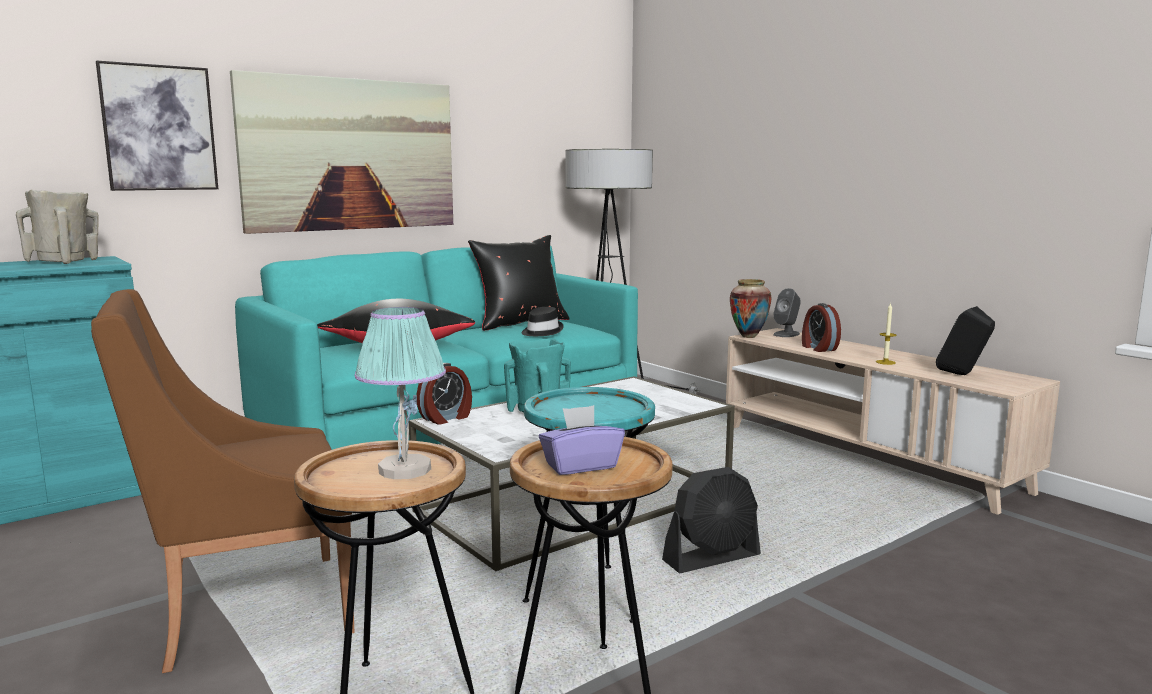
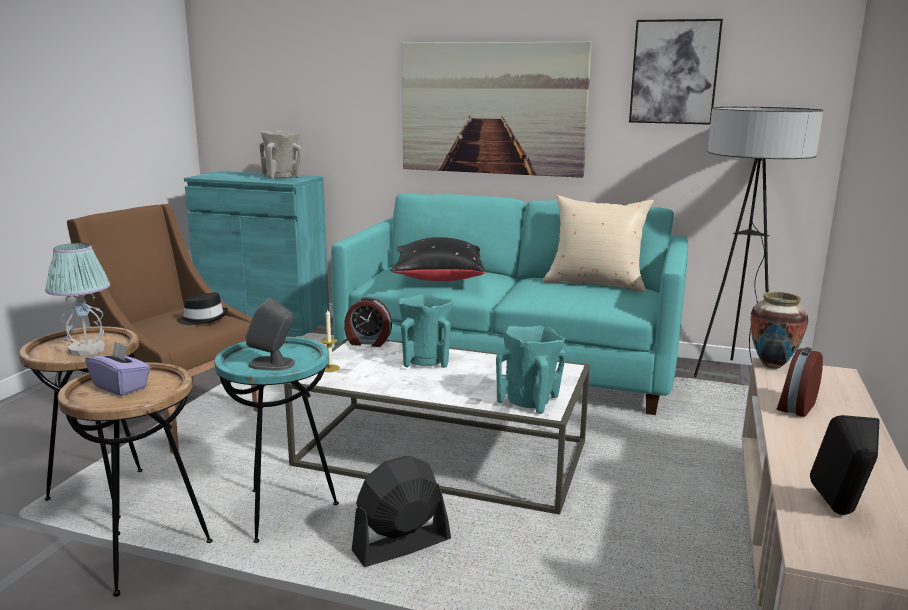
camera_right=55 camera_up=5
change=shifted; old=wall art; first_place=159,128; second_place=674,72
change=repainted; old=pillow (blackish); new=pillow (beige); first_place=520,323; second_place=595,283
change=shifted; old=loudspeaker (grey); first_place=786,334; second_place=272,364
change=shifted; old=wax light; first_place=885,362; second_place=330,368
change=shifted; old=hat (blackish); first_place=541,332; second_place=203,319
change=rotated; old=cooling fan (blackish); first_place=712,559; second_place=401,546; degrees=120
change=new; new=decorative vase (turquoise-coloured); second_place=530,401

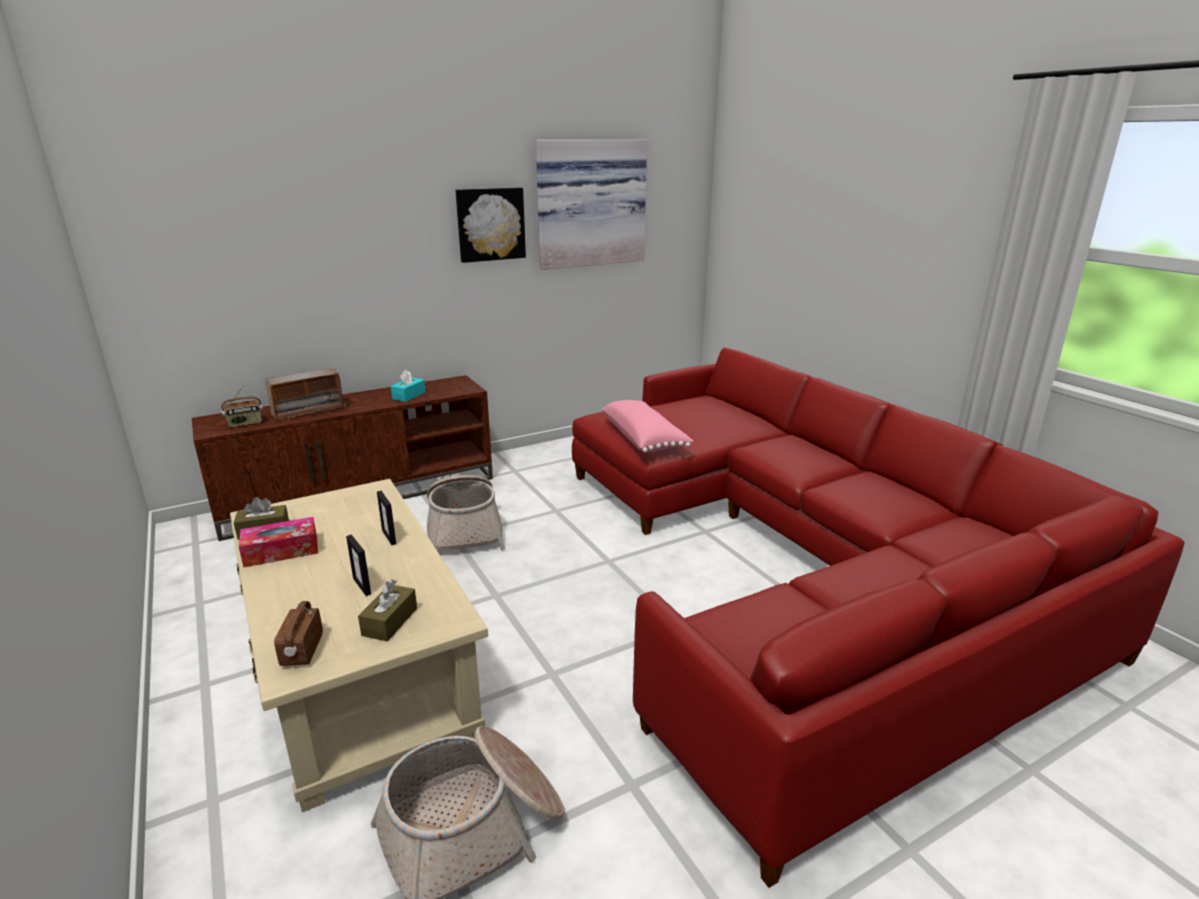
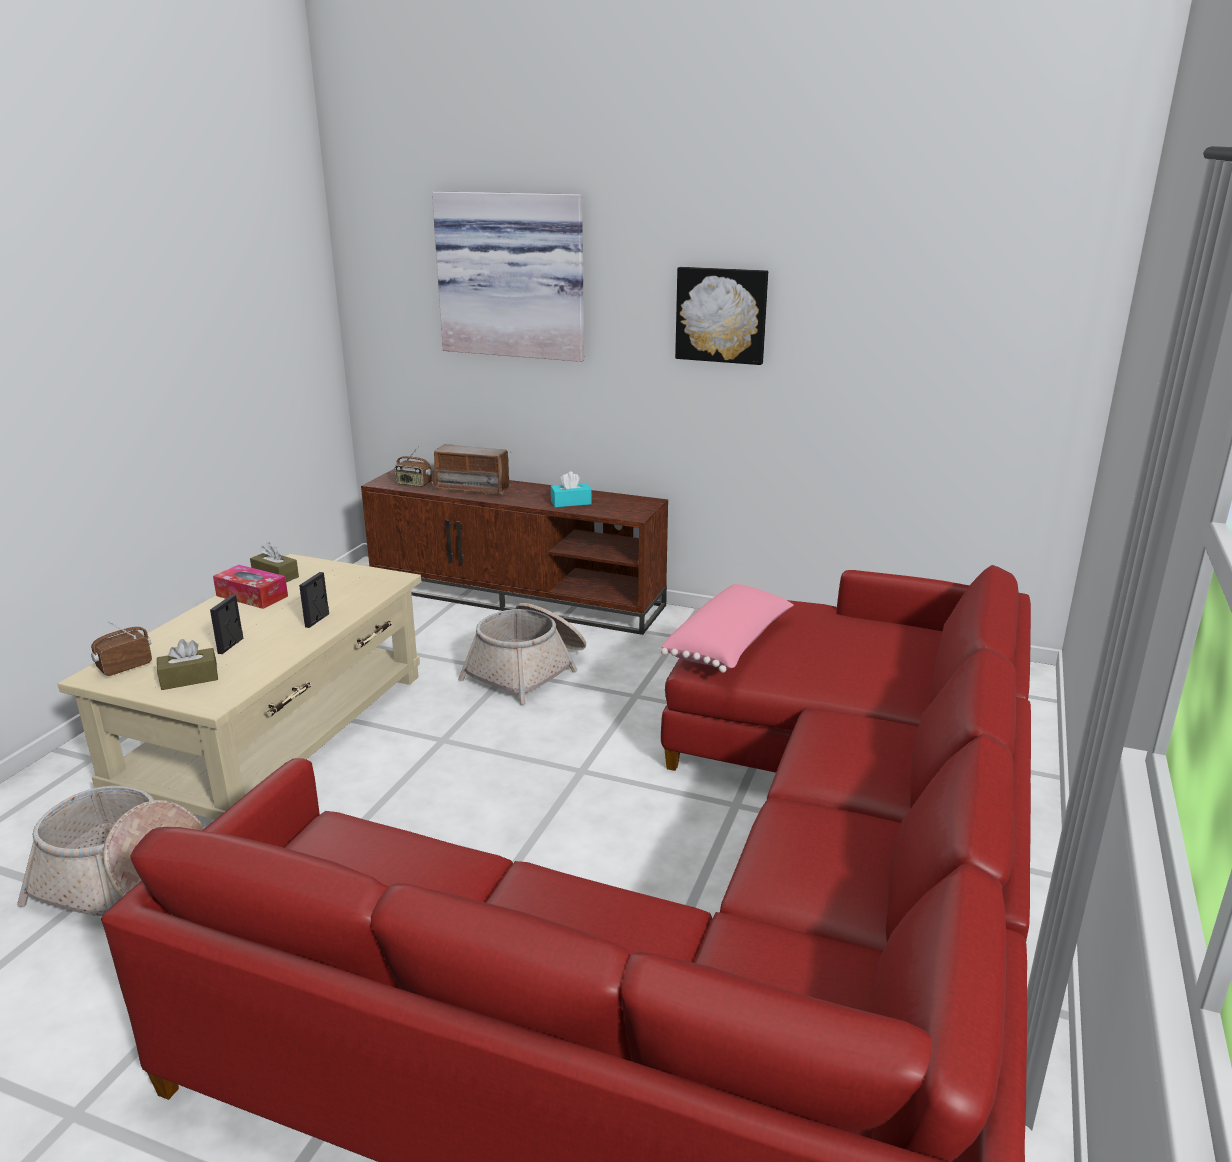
camera_right=50 camera_up=0
change=shifted; old=wall art; first_place=590,203; second_place=513,275

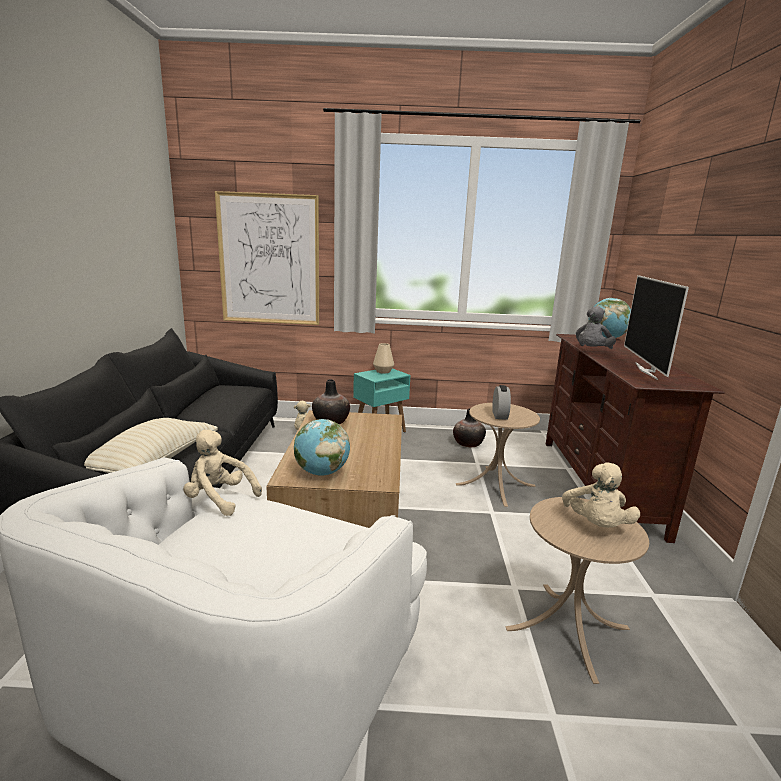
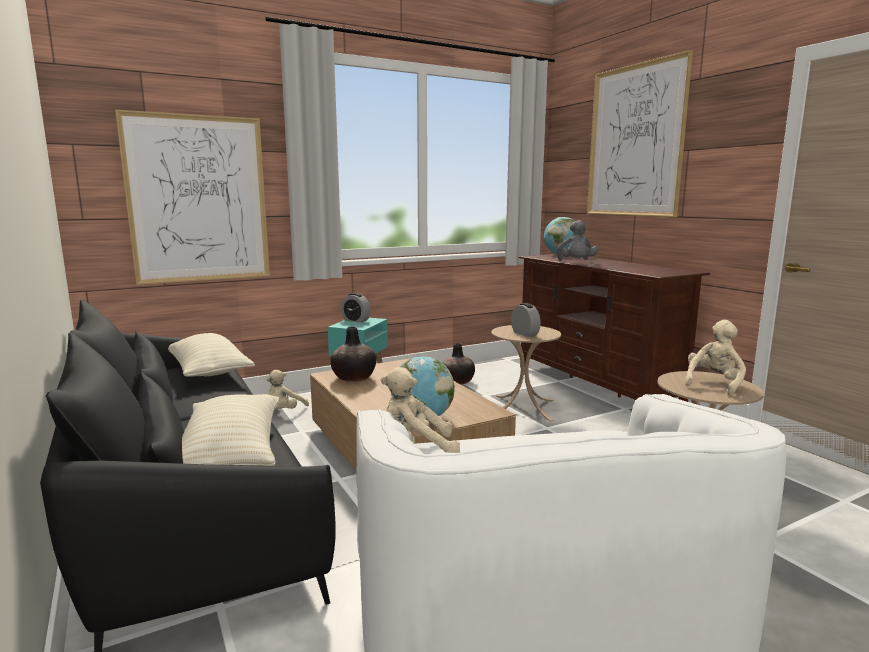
camera_right=-30 camera_up=-5
change=gone; old=TV set; first_place=647,371
change=swapped; old=decorative vase (beige); new=bedside clock; first_place=383,371; second_place=355,320
change=rotated; old=plush toy (beige); first_place=596,525; second_place=713,384; degrees=-120
change=new; new=wall art; second_place=635,141
change=new; new=pillow (beige); second_place=209,371

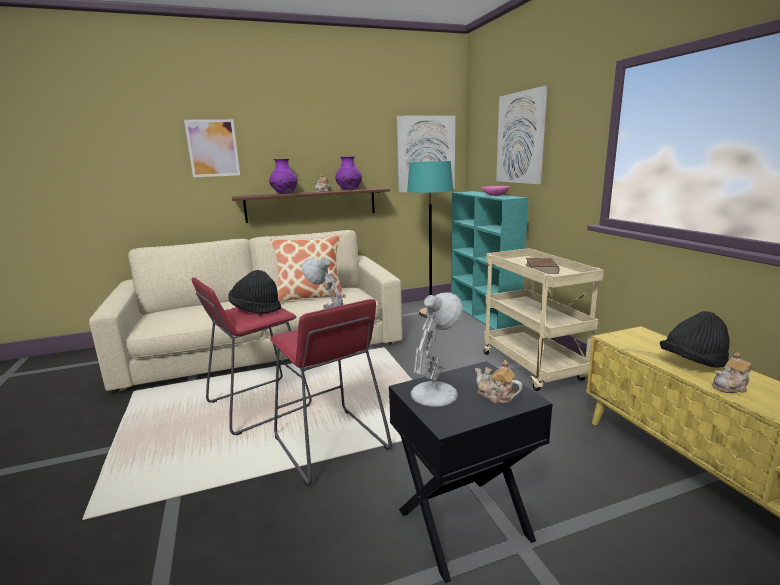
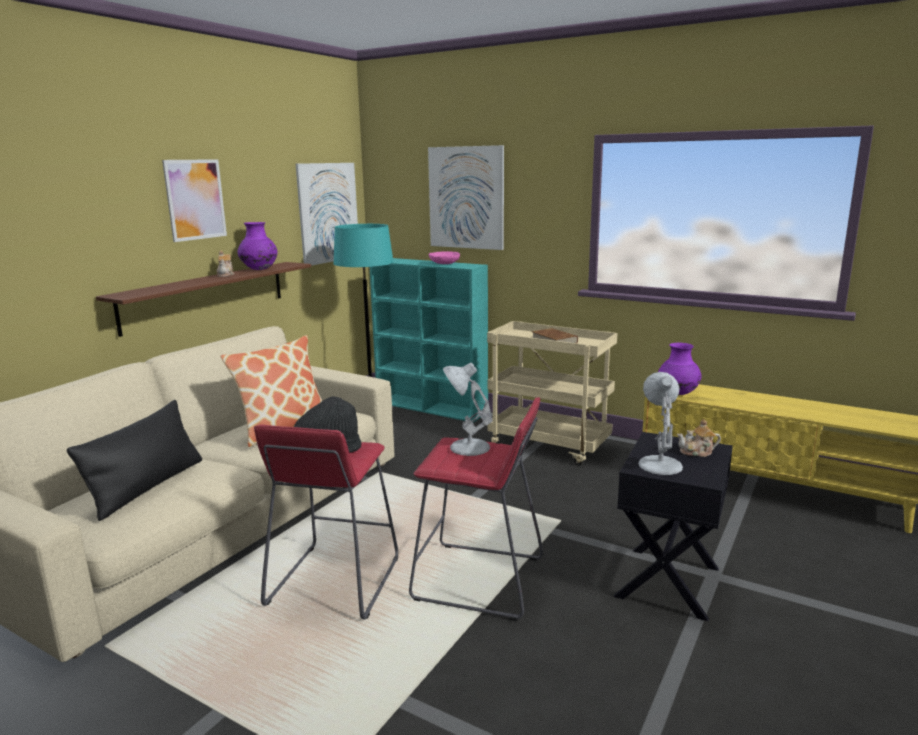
camera_right=-40 camera_up=0
change=shifted; old=wall art; first_place=213,148; second_place=195,199
change=shifted; old=decorative vase (purple); first_place=285,193; second_place=677,394
change=gone; old=hat (blackish); first_place=692,363
change=gone; old=tea pot; first_place=731,387
change=new; new=pillow (blackish); second_place=147,487

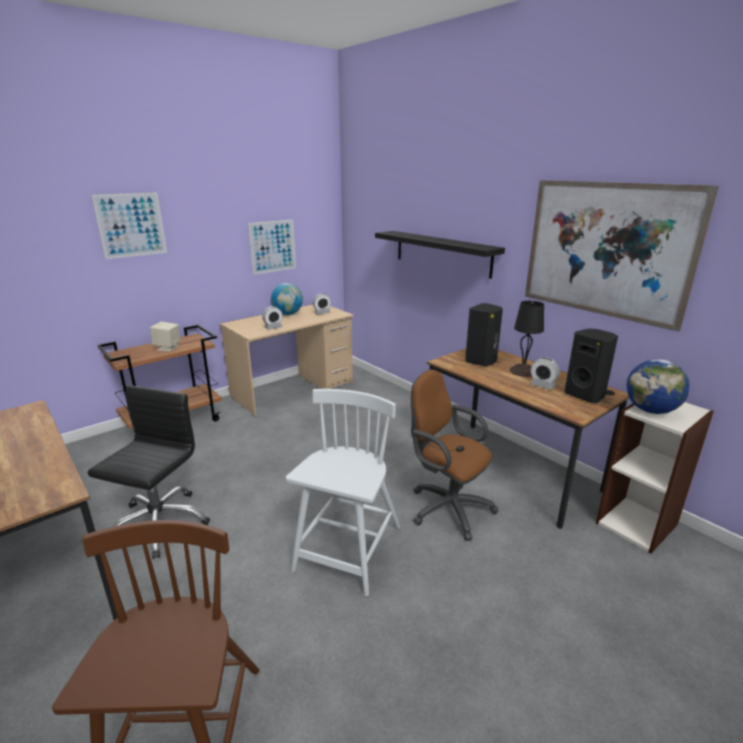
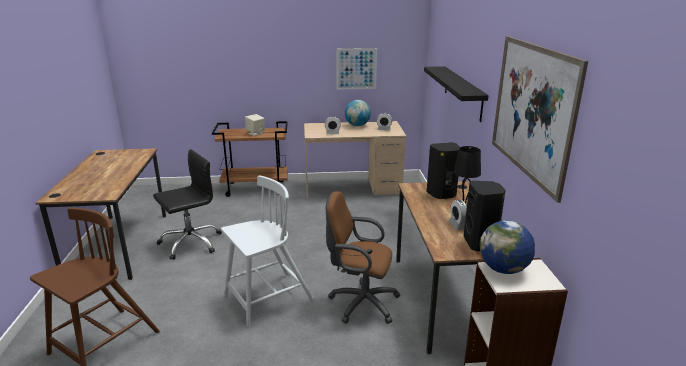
camera_right=35 camera_up=0
change=gone; old=wall art; first_place=131,225
change=rotated; old=desk chair (brownish); first_place=446,507; second_place=360,303; degrees=-60

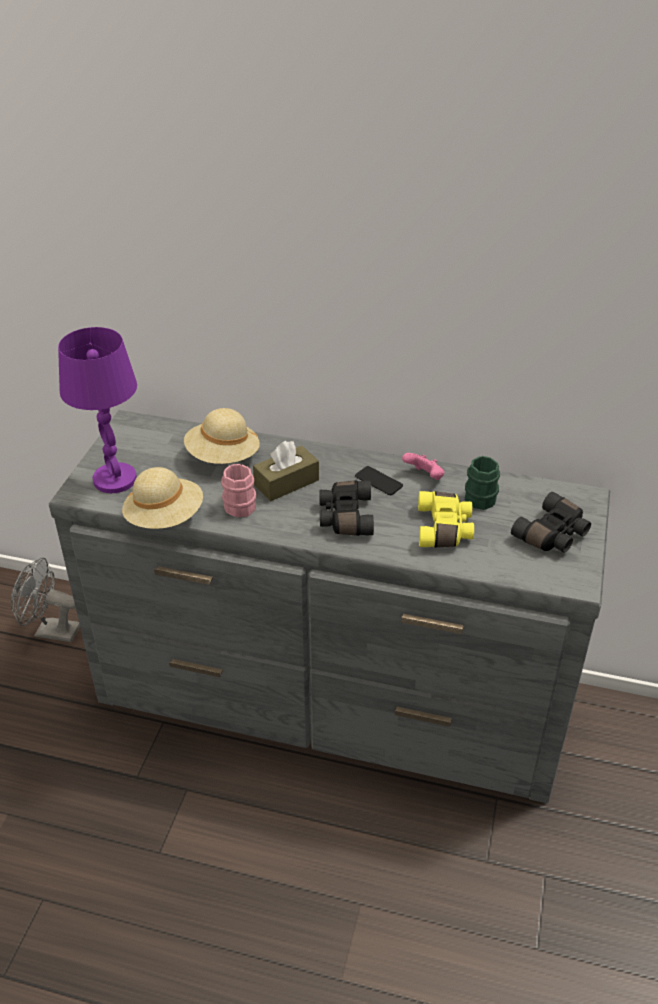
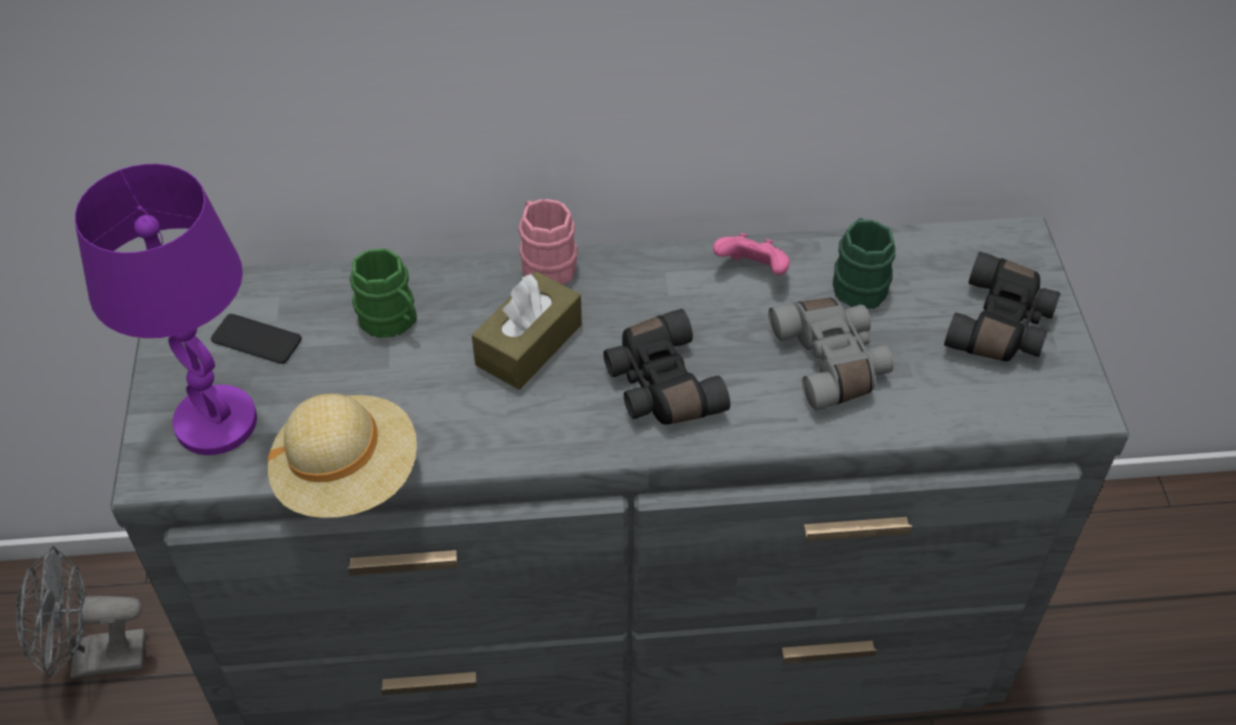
camera_right=-20 camera_up=10
change=swapped; old=hat (beige); new=tea mug (green-coloured); first_place=223,457; second_place=392,322
change=shifted; old=tea mug (pink); first_place=239,503; second_place=545,262
change=shifted; old=telephone; first_place=378,481; second_place=256,340
change=repainted; old=pair of binoculars (yellow-coloured); new=pair of binoculars (grey); first_place=445,529; second_place=832,362

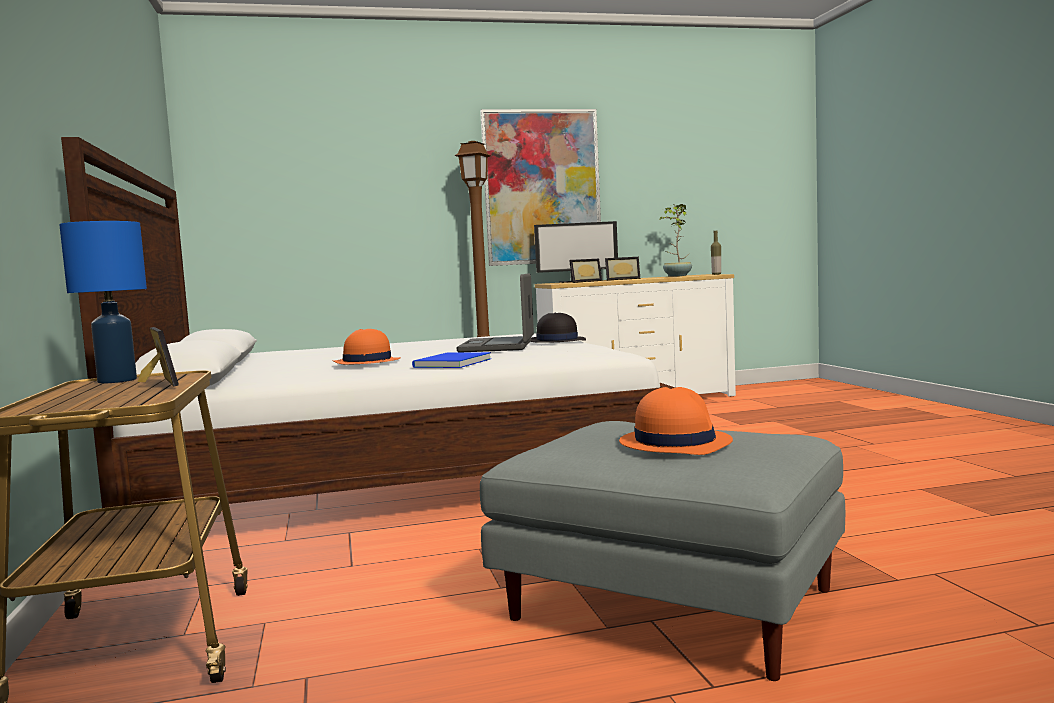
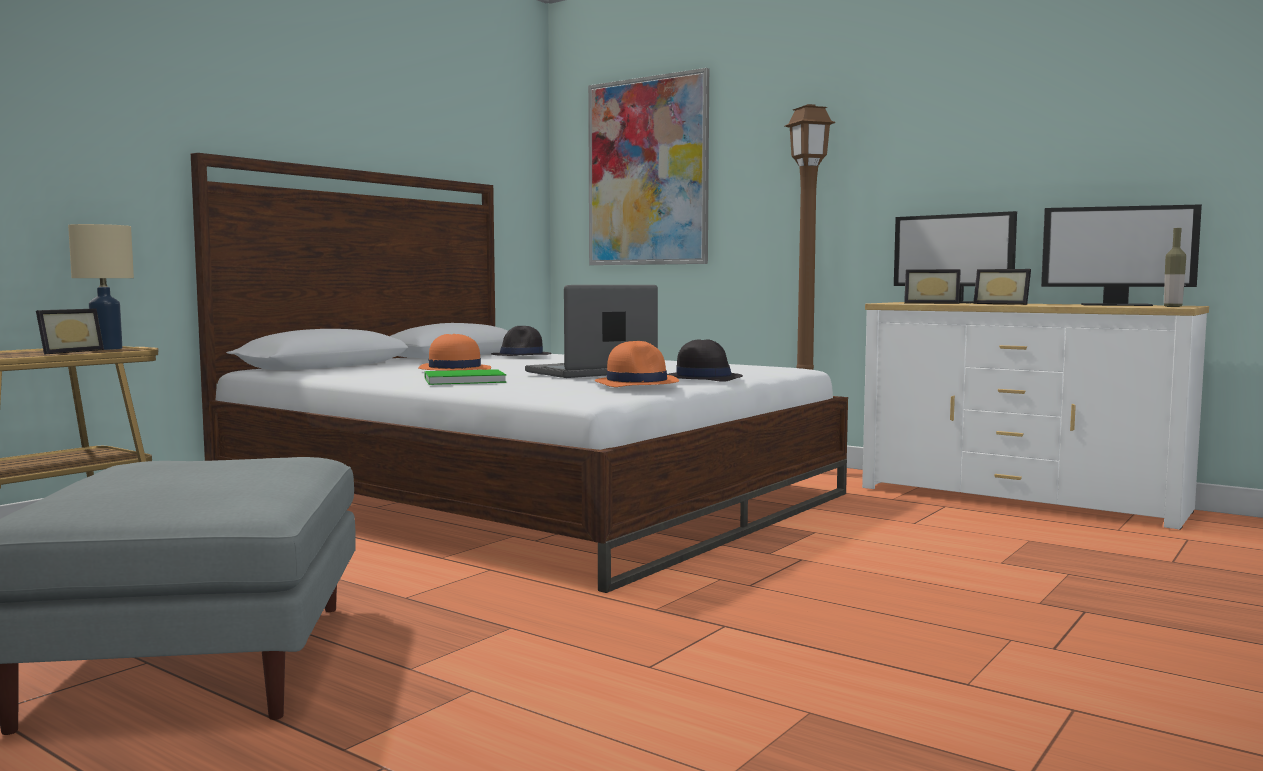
camera_right=50 camera_up=0
change=shifted; old=wall art; first_place=542,187; second_place=647,172
change=swapped; old=houseplant; new=computer screen; first_place=677,276; second_place=1116,305
change=repainted; old=lamp for a table (blue-coloured); new=lamp for a table (beige); first_place=116,381; second_place=107,348
change=repainted; old=book (blue-coloured); new=book (green-coloured); first_place=450,363; second_place=462,380
change=shifted; old=hat (orange); first_place=674,442; second_place=637,383
change=new; new=hat (blackish); second_place=521,355

